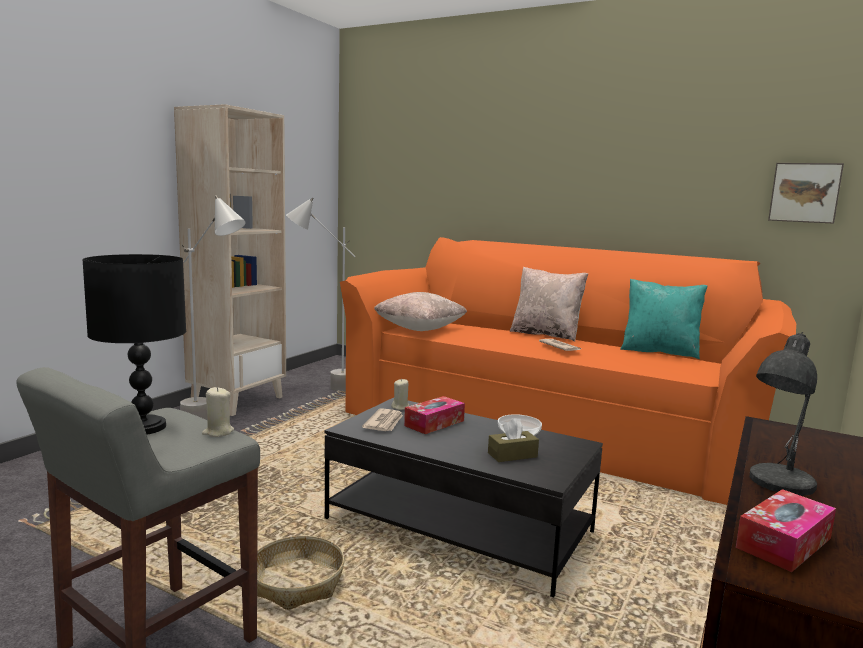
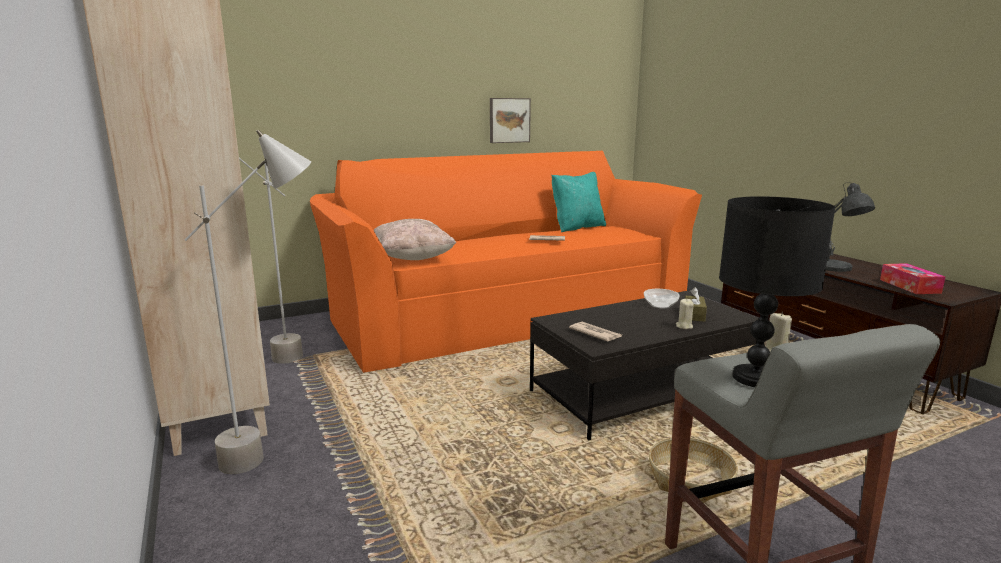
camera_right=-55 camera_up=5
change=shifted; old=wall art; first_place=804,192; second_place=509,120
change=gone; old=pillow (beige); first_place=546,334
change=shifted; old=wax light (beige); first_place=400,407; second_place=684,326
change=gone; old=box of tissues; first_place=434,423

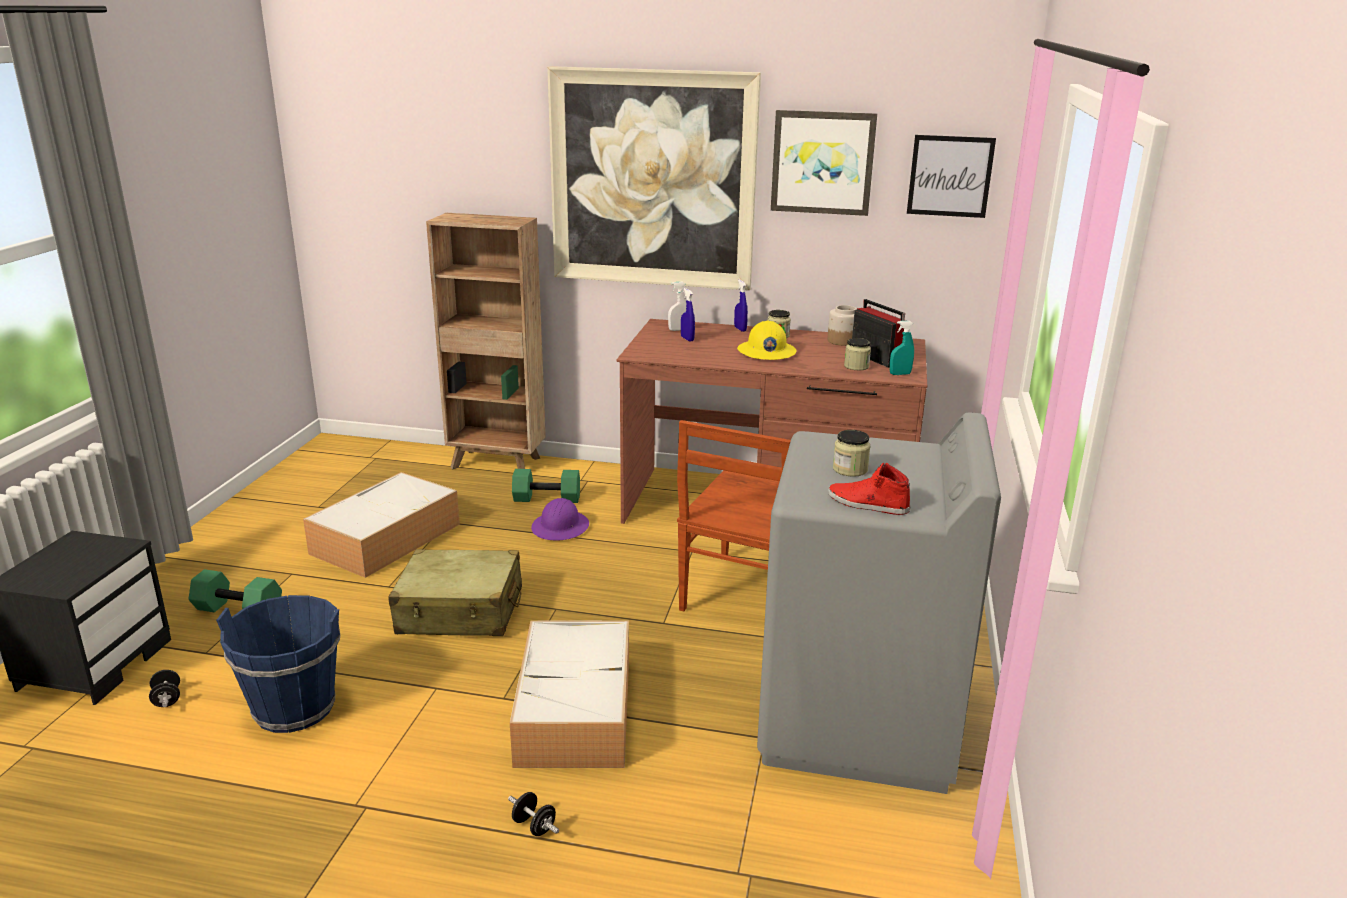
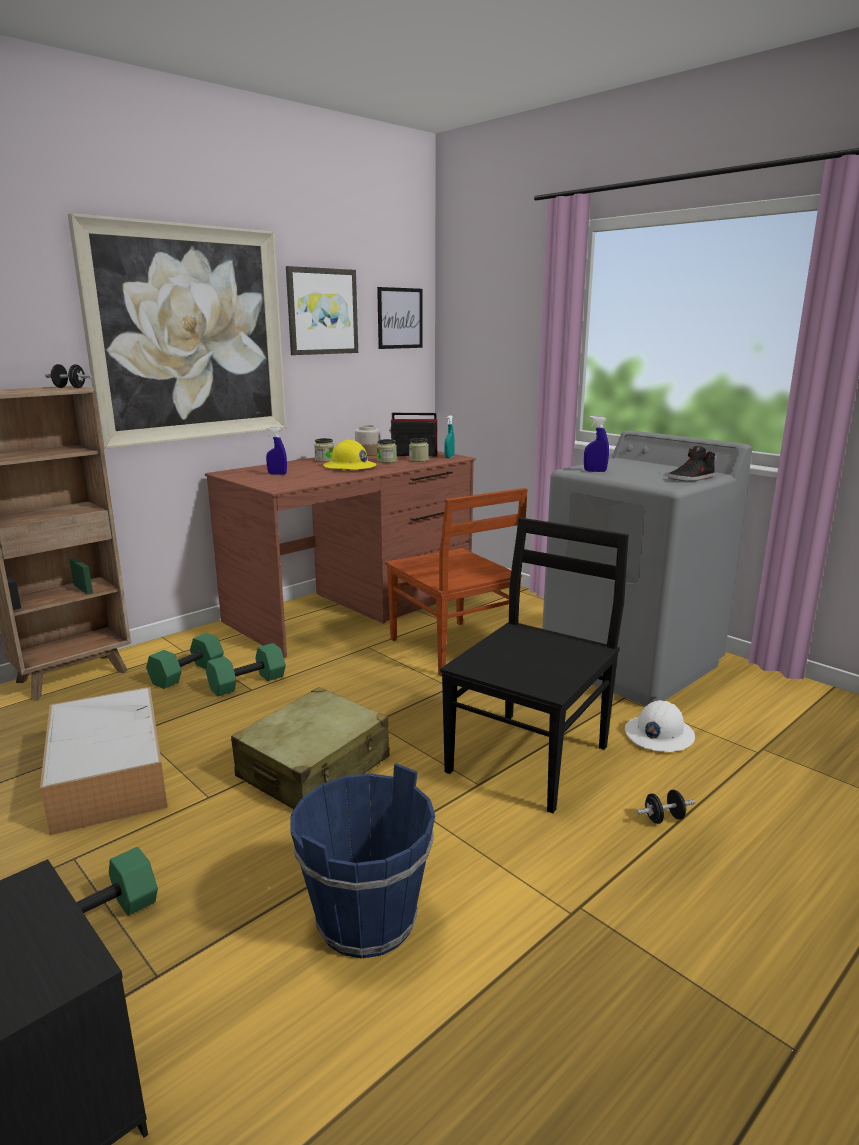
camera_right=-55 camera_up=-5
change=shifted; old=spray bottle (blue-coloured); first_place=740,329; second_place=595,471
change=gone; old=spray bottle (whitish); first_place=678,330
change=shifted; old=storage jar; first_place=850,469; second_place=387,461
change=repainted; old=shoe (red); new=shoe (blackish); first_place=867,504; second_place=691,478
change=swapped; old=work helmet (purple); new=hand weight (green-coloured); first_place=560,527; second_place=247,682
change=swapped; old=storage bin; new=chair (blackish); first_place=575,712; second_place=530,757
change=shifted; old=hand weight (blackish); first_place=167,699; second_place=69,388
change=new; new=work helmet (whitish); second_place=658,735

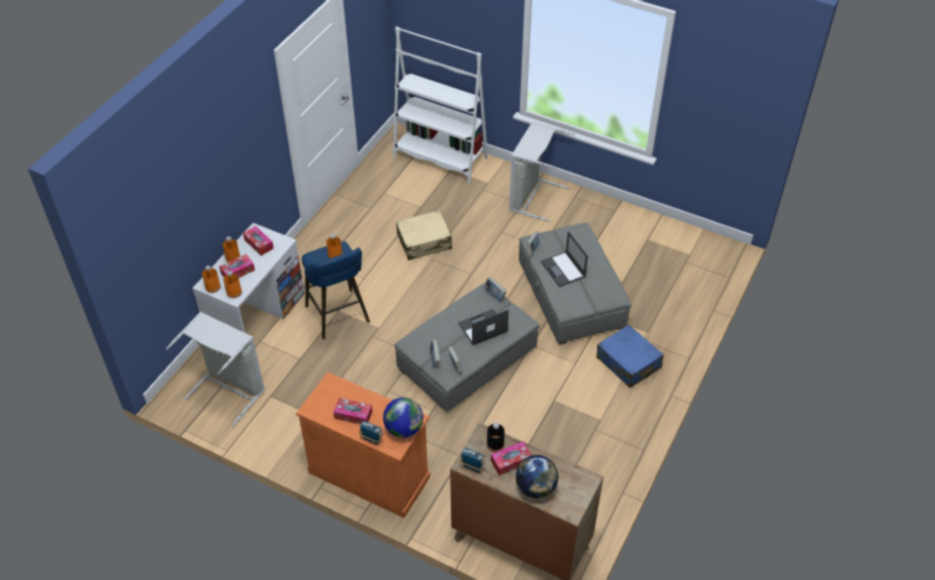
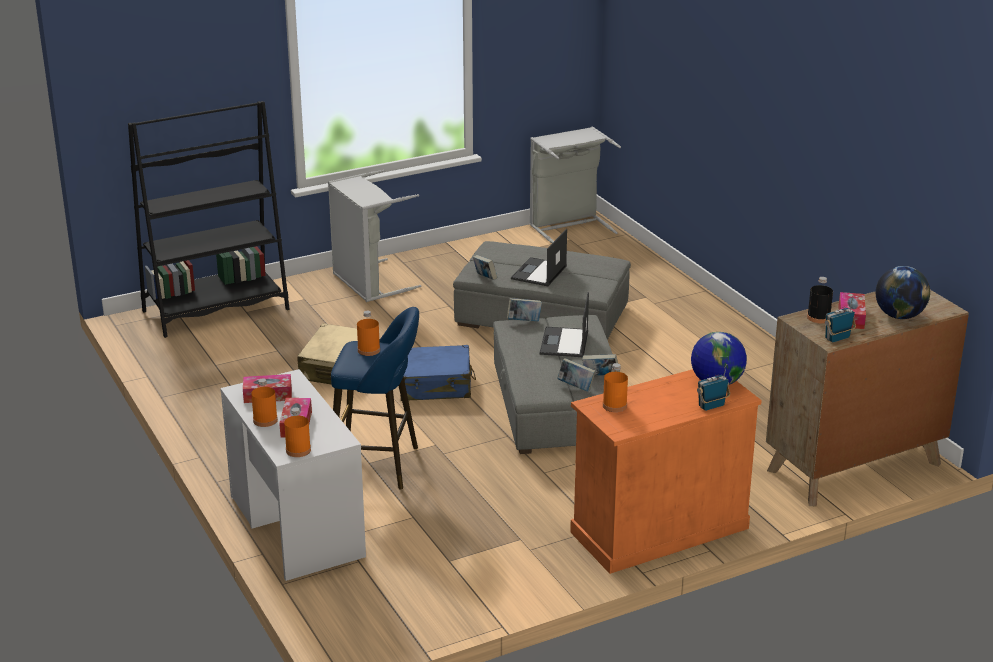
camera_right=-55 camera_up=-20
change=repainted; old=shelving unit (whitish); new=shelving unit (blackish); first_place=440,157; second_place=216,310
change=rotated; old=laptop; first_place=563,269; second_place=539,273; degrees=105
change=shifted; old=bottle (orange); first_place=234,292; second_place=614,405
change=shifted; old=laundry basket (grey); first_place=229,390; second_place=569,226
change=shifted; old=suitcase (blue-coloured); first_place=628,363; second_place=436,385
change=gone; old=box of tissues; first_place=353,415

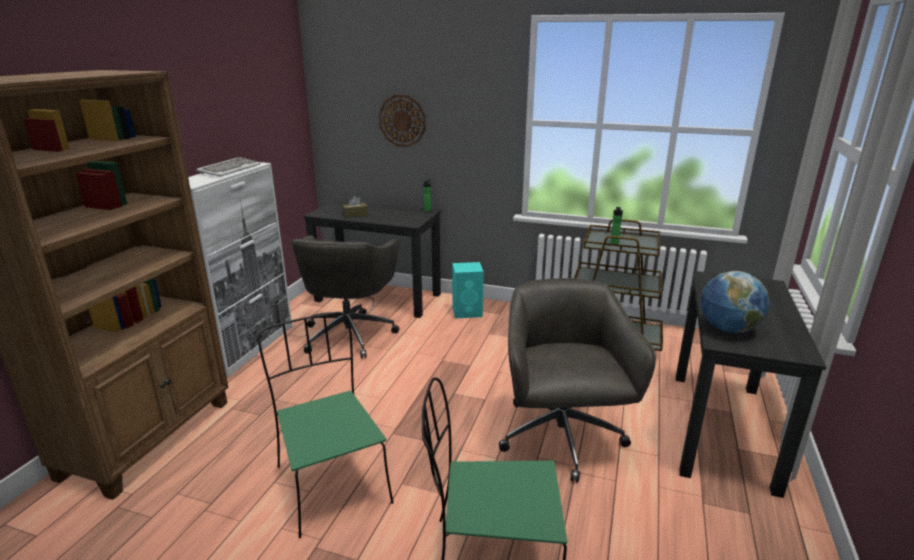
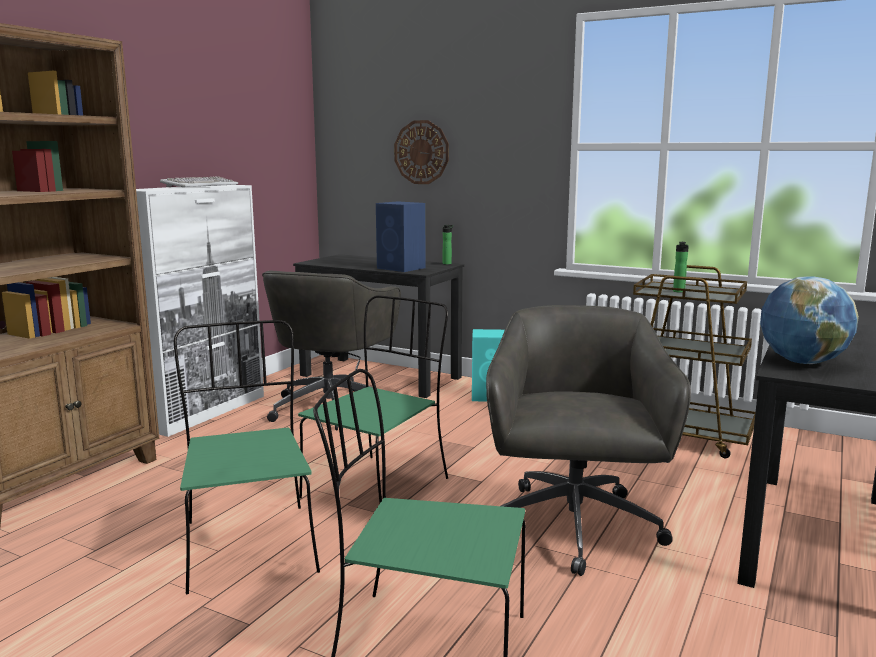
camera_right=10 camera_up=-10
change=gone; old=box of tissues (brownish); first_place=355,214
change=new; new=loudspeaker (blue-coloured); second_place=402,268
change=new; new=chair (green-coloured); second_place=378,487

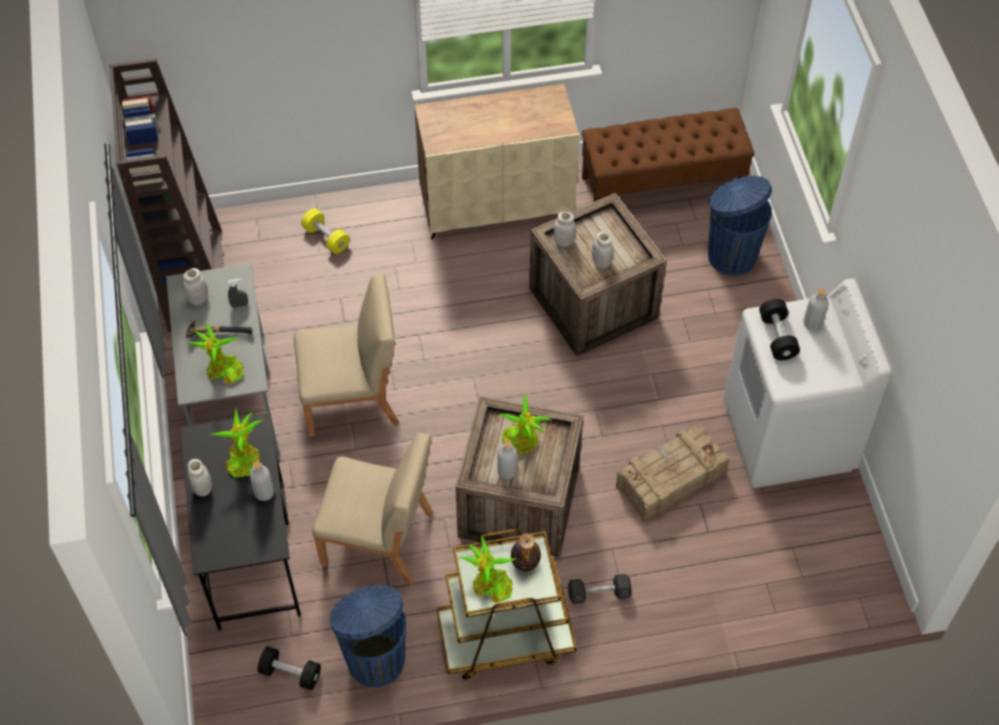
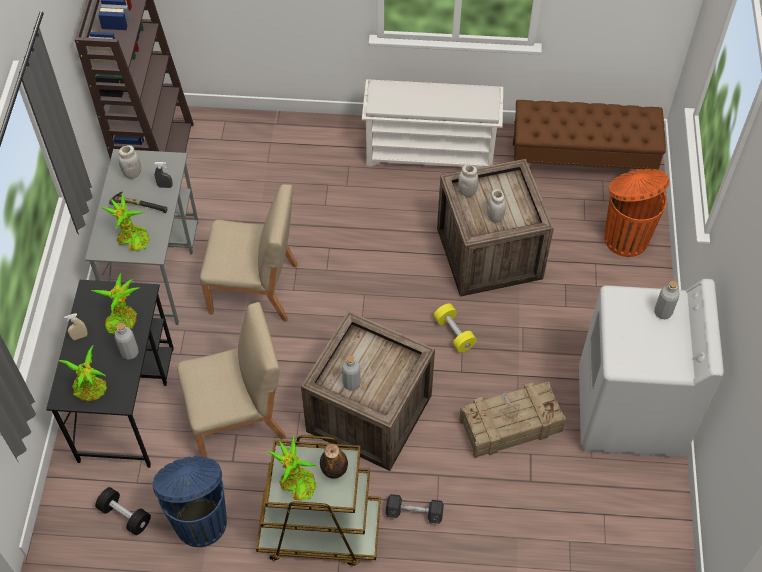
camera_right=15 camera_up=0
change=swapped; old=cabinet (beige); new=shoe stand (whitish); first_place=497,206; second_place=431,152
change=repainted; old=trash can (blue-coloured); new=trash can (orange); first_place=730,255; second_place=625,237
change=shifted; old=hand weight (yellow-coloured); first_place=326,238; second_place=454,333
change=gone; old=hand weight (blackish); first_place=777,337
change=shifted; old=houseplant; first_place=522,441; second_place=91,389
change=rotated; old=chair (beige); first_place=379,539; second_place=238,417; degrees=-45
change=swapped; old=storage jar (whitish); new=spray bottle (beige); first_place=202,488; second_place=79,336

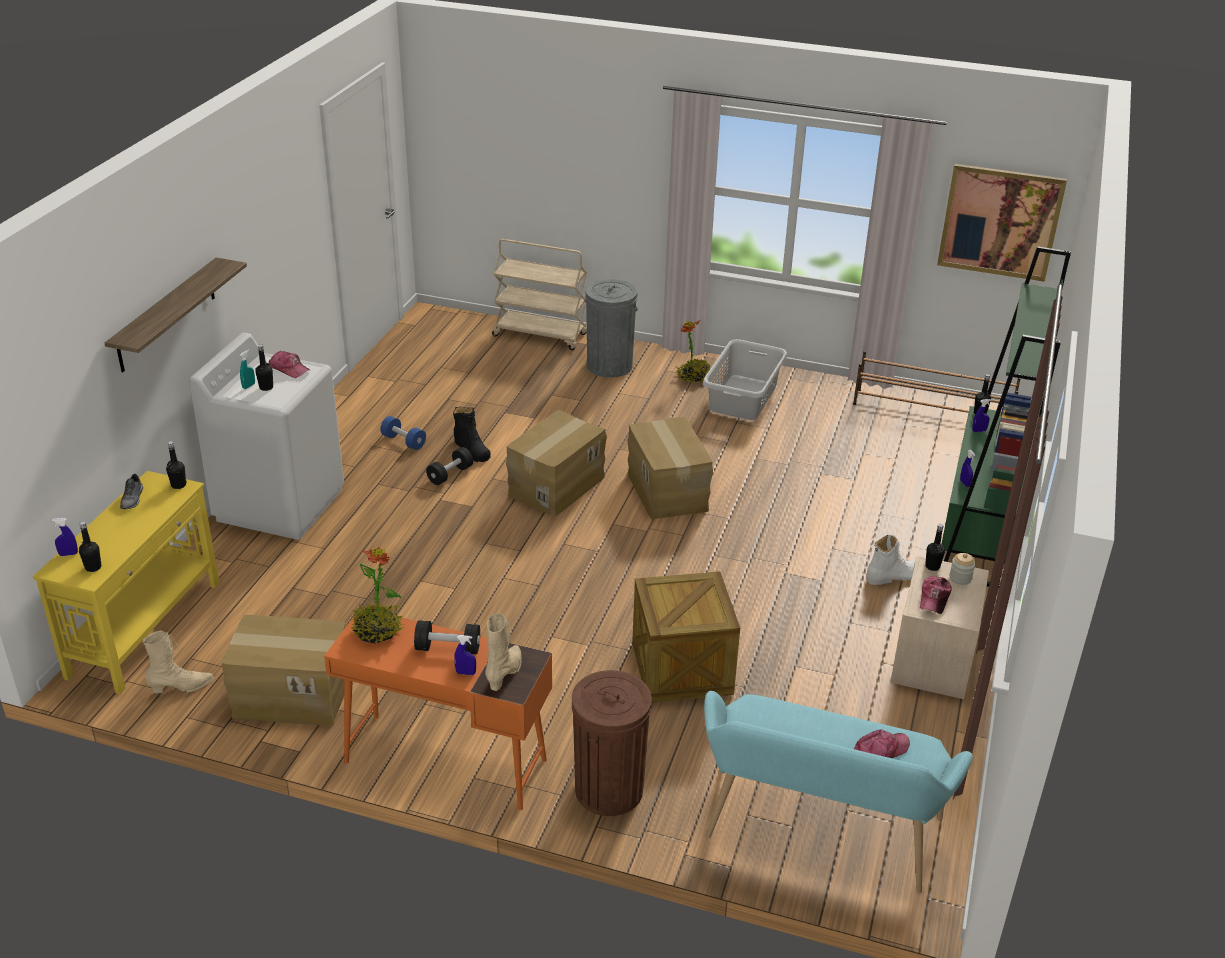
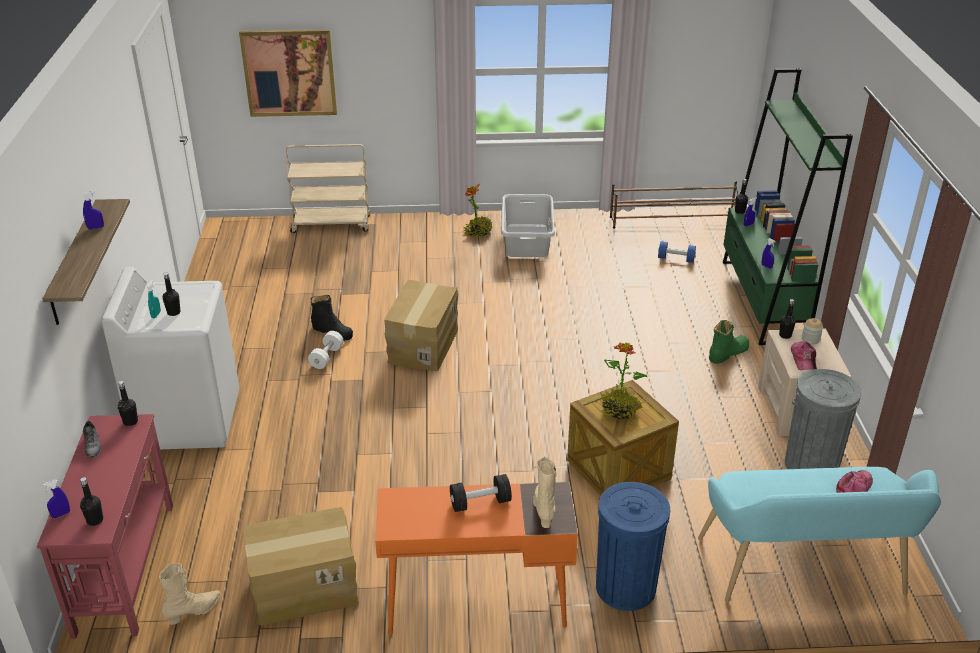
camera_right=-20 camera_up=0
change=shifted; old=wall art; first_place=1000,222; second_place=289,73
change=shifted; old=trash can (grey); first_place=609,366; second_place=811,464
change=gone; old=peaked cap; first_place=289,369
change=shifted; old=hand weight (blue-coloured); first_place=403,441; second_place=676,259
change=gone; old=packing box; first_place=668,491
change=repainted; old=hand weight (blackish); new=hand weight (whitish); first_place=450,474; second_place=326,357
change=repainted; old=console table (yellow-coloured); new=console table (red); first_place=146,628; second_place=126,566
change=repainted; old=high-top boot (whitish); new=high-top boot (green-coloured); first_place=894,576; second_place=728,353
change=shifted; old=houseplant; first_place=377,631; second_place=619,410
change=shifted; old=spray bottle (blue-coloured); first_place=465,673; second_place=95,228
change=repainted; old=trash can (brownish); new=trash can (blue-coloured); first_place=609,790; second_place=625,587

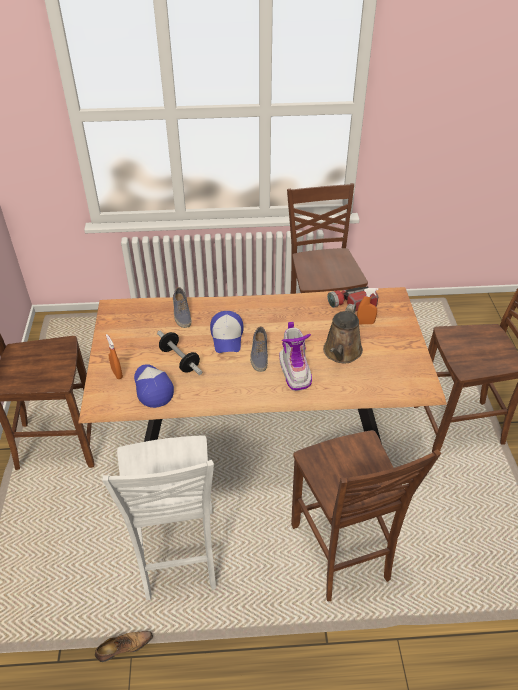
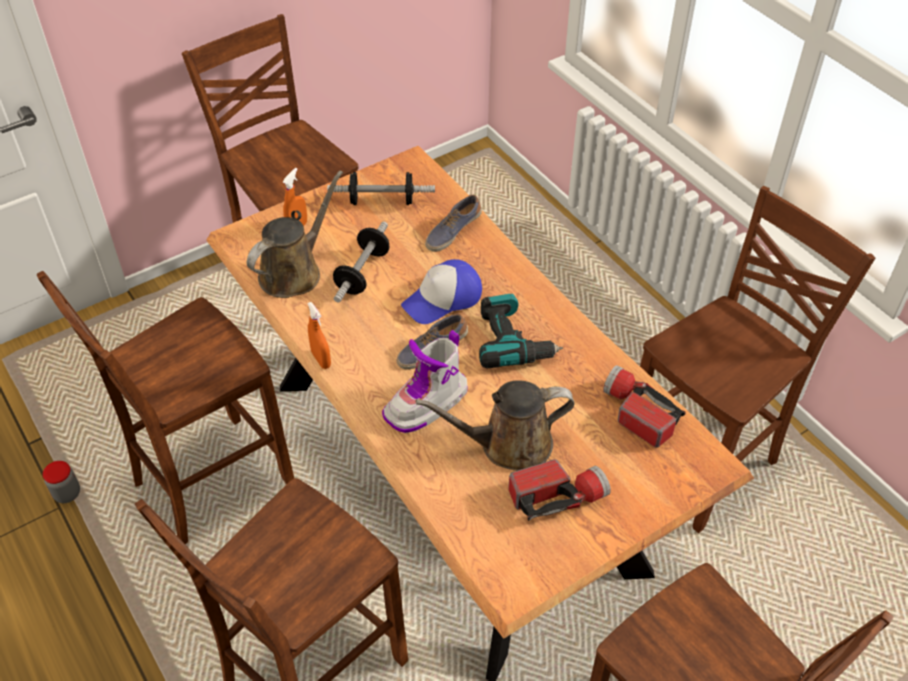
camera_right=60 camera_up=5
change=shifted; old=spray bottle (orange); first_place=365,323; second_place=321,360
change=swapped; old=peaked cap; new=watering can (brownish); first_place=152,388; second_place=294,272
change=repainted; old=chair (whitish); new=chair (brownish); first_place=177,556; second_place=208,482
change=swapped; old=shoe; new=storage jar; first_place=123,647; second_place=67,494
change=new; new=hand weight; second_place=382,201
change=new; new=drill; second_place=513,341
change=new; new=hand torch; second_place=557,496

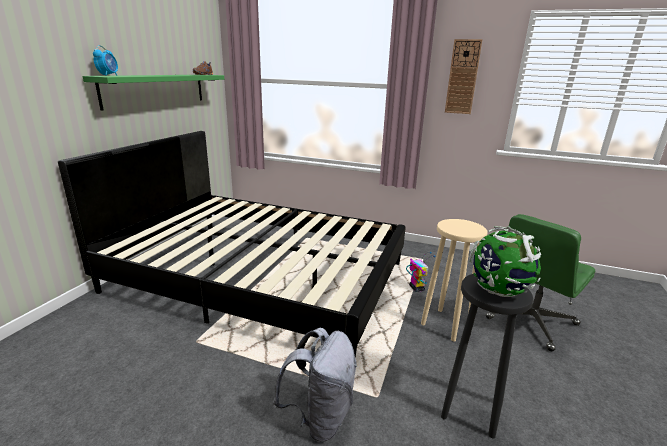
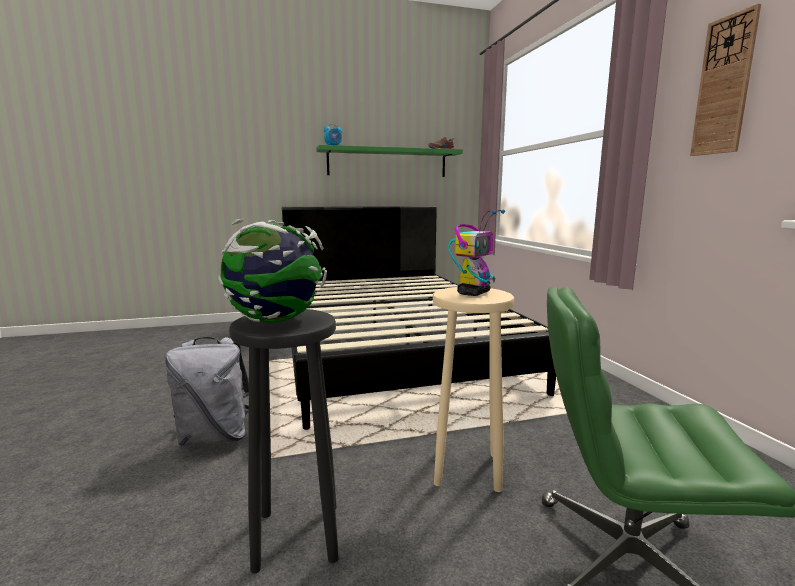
camera_right=55 camera_up=-10
change=shifted; old=toy robot; first_place=416,288; second_place=474,293

